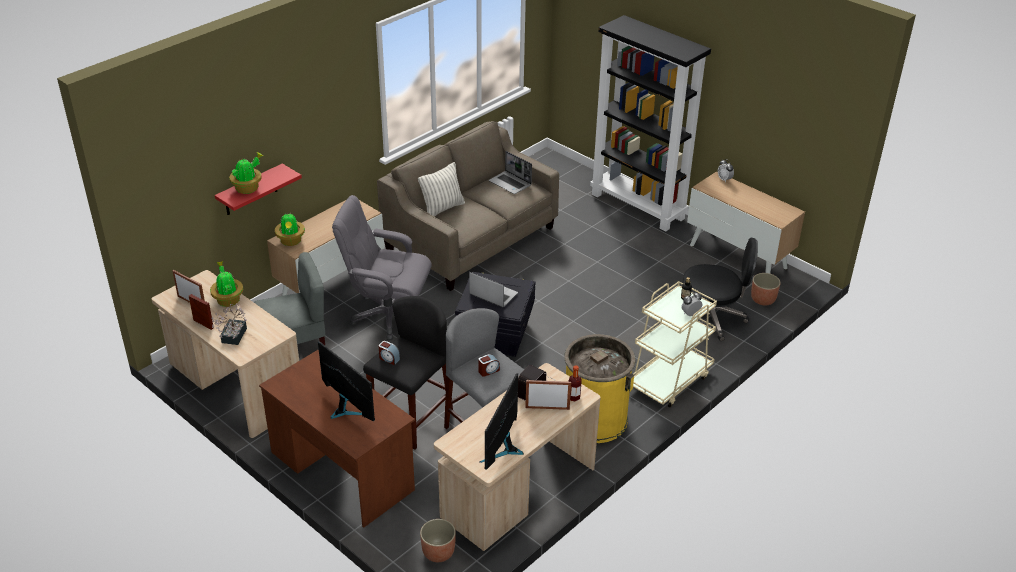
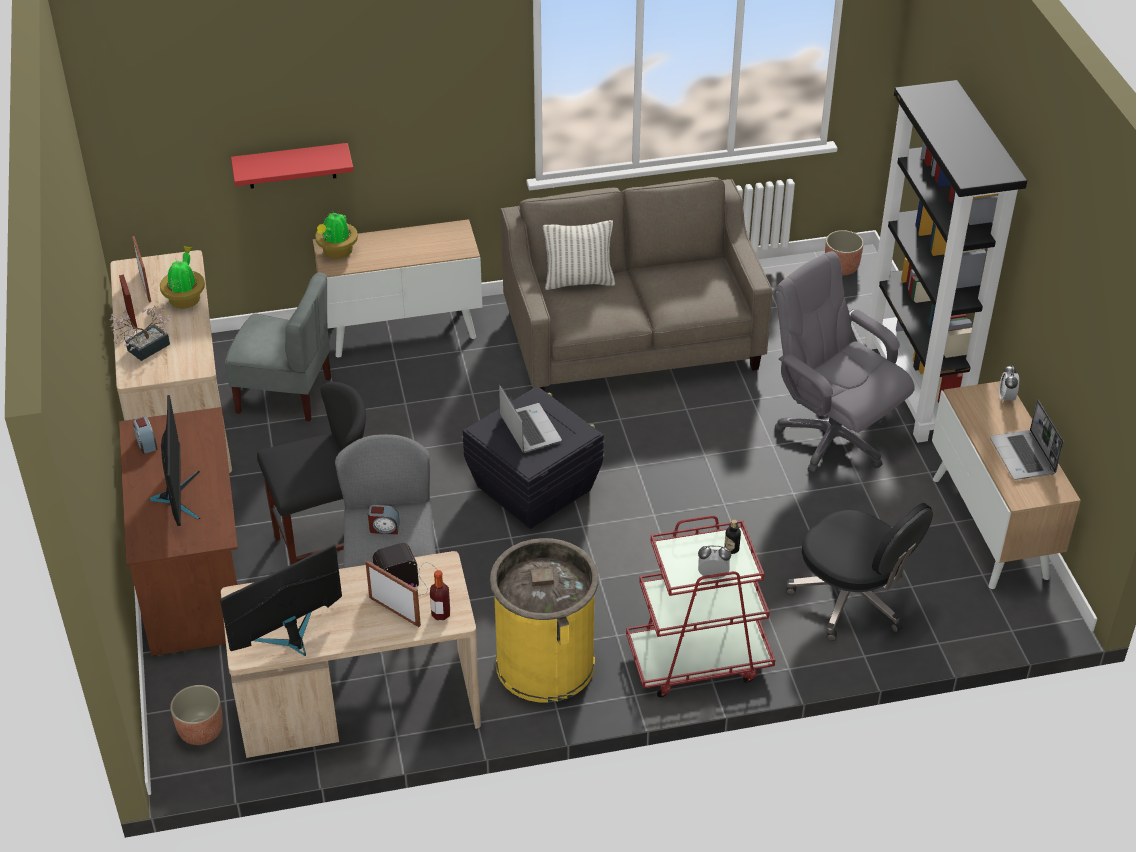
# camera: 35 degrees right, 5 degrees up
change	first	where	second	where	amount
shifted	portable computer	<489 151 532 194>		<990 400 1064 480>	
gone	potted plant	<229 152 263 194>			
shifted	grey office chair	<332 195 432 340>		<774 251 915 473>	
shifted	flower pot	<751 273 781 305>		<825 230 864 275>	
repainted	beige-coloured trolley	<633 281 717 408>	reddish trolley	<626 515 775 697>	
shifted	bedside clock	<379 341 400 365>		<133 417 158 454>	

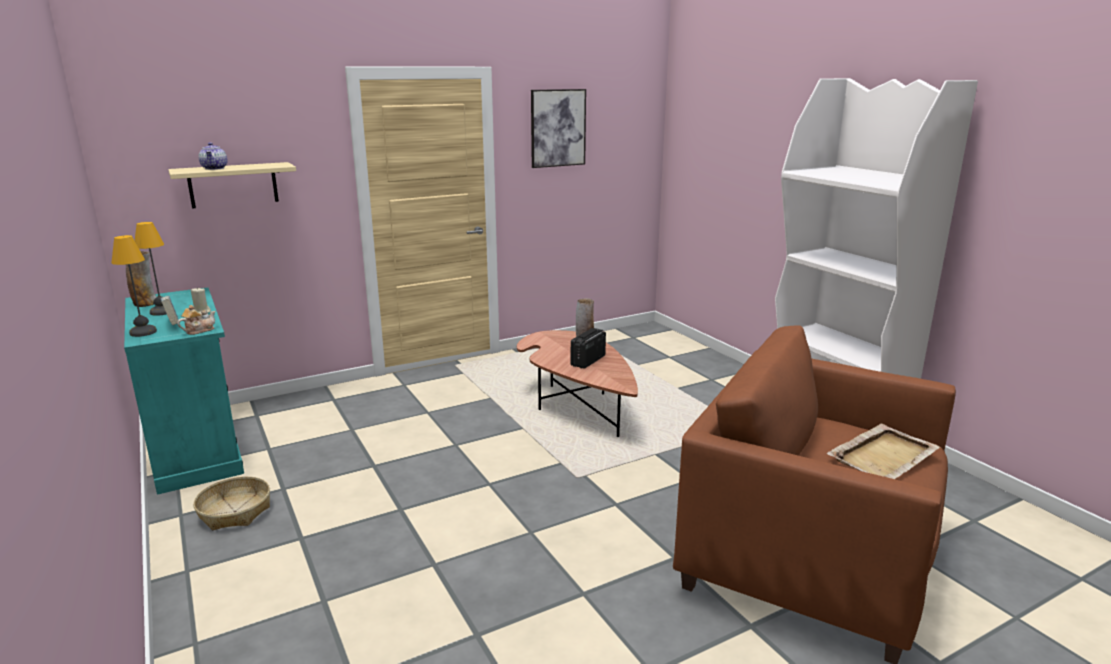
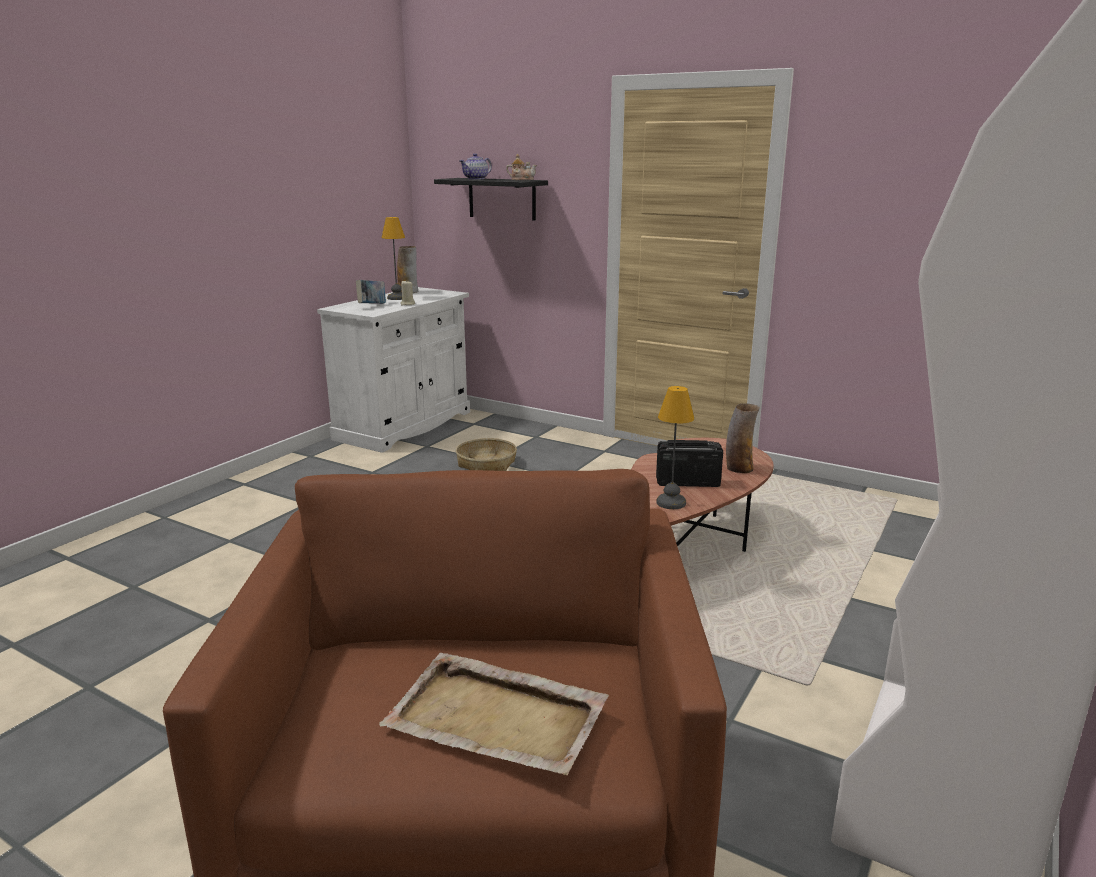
# camera: 60 degrees right, 0 degrees up
change	first	where	second	where	amount
gone	wall art	<531 89 586 168>			
repainted	beige-coloured wall shelf	<168 162 296 209>	blackish wall shelf	<434 178 548 221>	
shifted	tabletop lamp	<111 235 157 337>		<656 386 694 509>	
repainted	blue-green cabinet	<124 287 244 495>	white-coloured cabinet	<317 287 470 453>	
shifted	teapot	<177 305 216 335>		<506 154 537 180>	
shifted	storage basket	<193 476 270 530>		<456 438 517 471>	

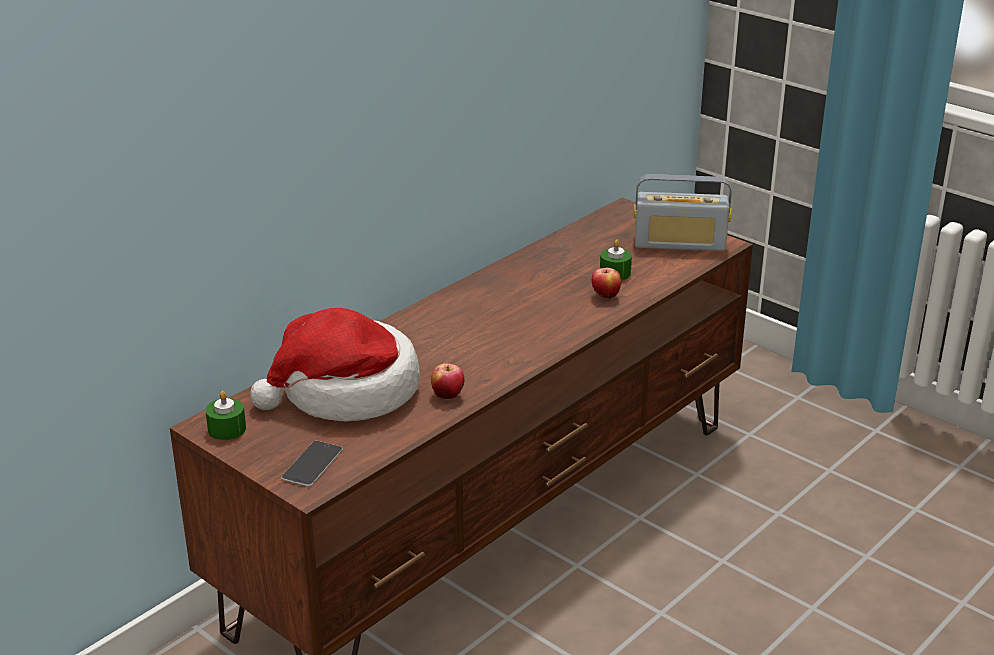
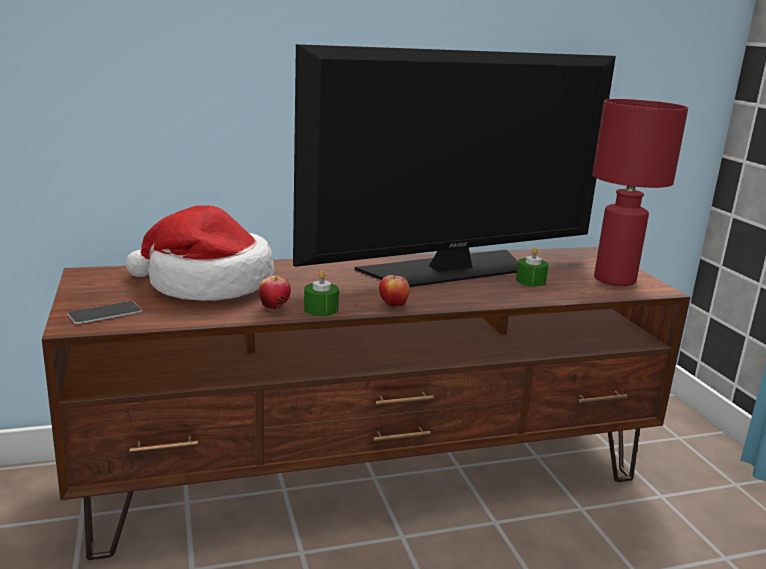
# camera: 30 degrees right, 10 degrees down
change	first	where	second	where	amount
swapped	radio set	<634 174 732 251>	reddish tabletop lamp	<593 99 688 286>	
shifted	apple	<592 268 621 299>		<379 275 410 308>	
shifted	greenish candle	<205 391 246 440>		<304 270 339 316>	
new			television	<293 44 616 287>	

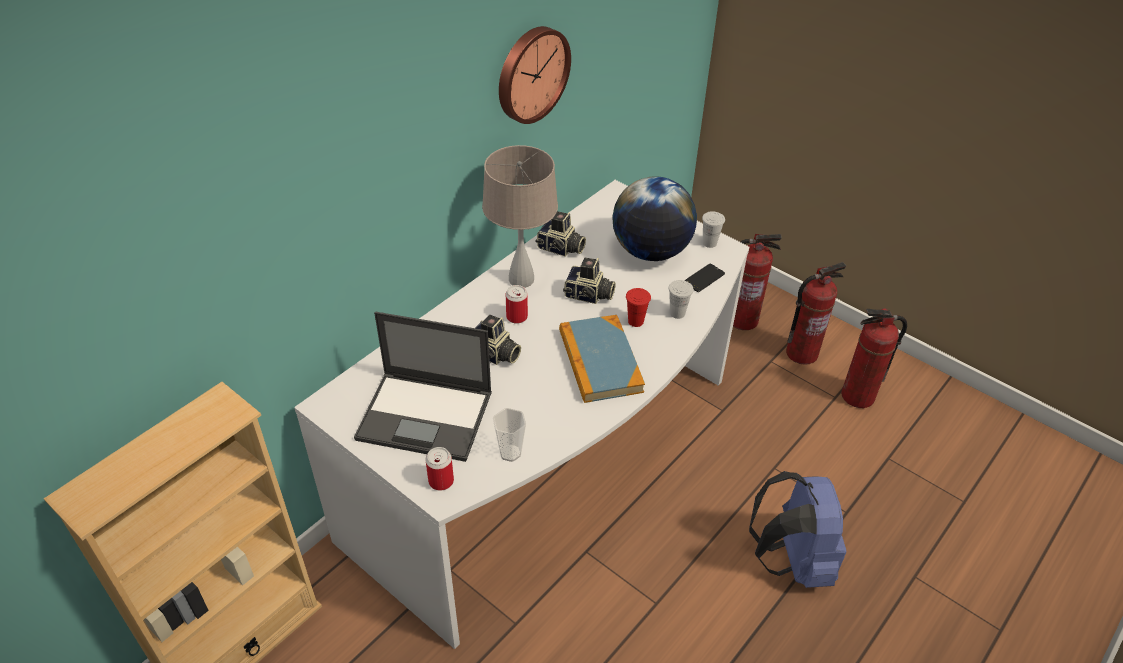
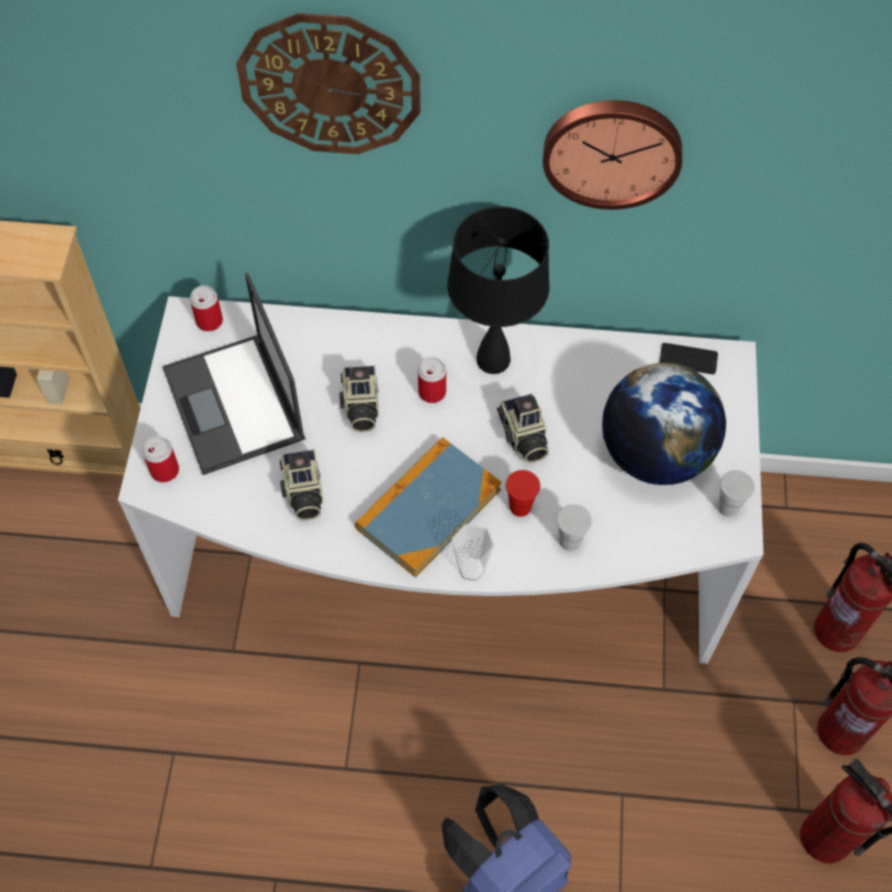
# camera: 55 degrees right, 15 degrees up
change	first	where	second	where	amount
repainted	beige-coloured tabletop lamp	<482 145 558 288>	blackish tabletop lamp	<447 206 550 374>	
shifted	still camera	<535 211 586 257>		<280 449 323 521>	
shifted	telephone	<684 264 725 292>		<659 343 718 375>	
shifted	drinking cup	<493 408 526 462>		<452 524 494 581>	
new			wall clock	<236 13 420 154>	
new			sealed can	<190 285 223 331>	

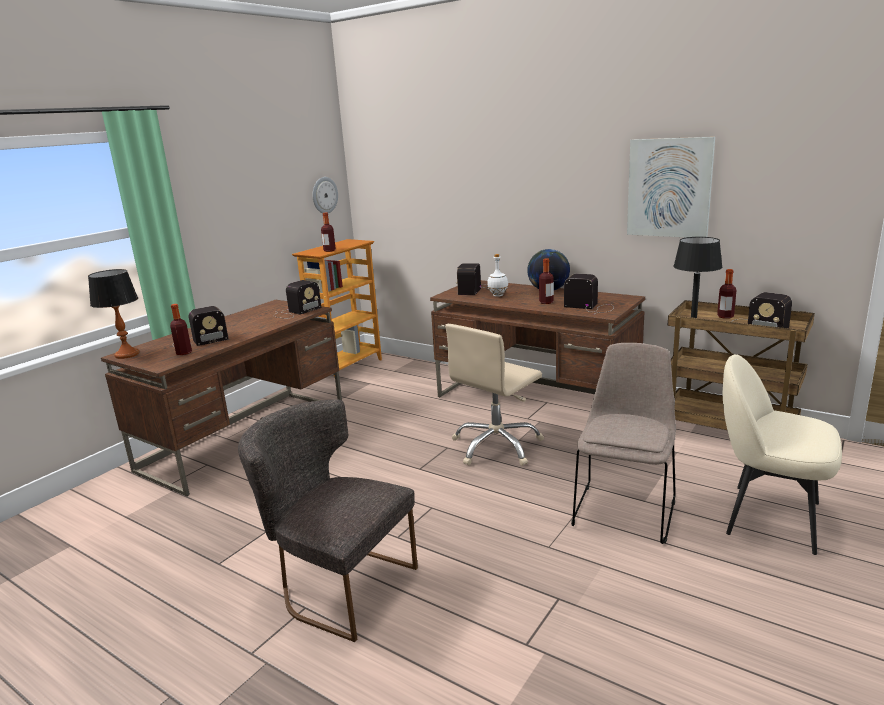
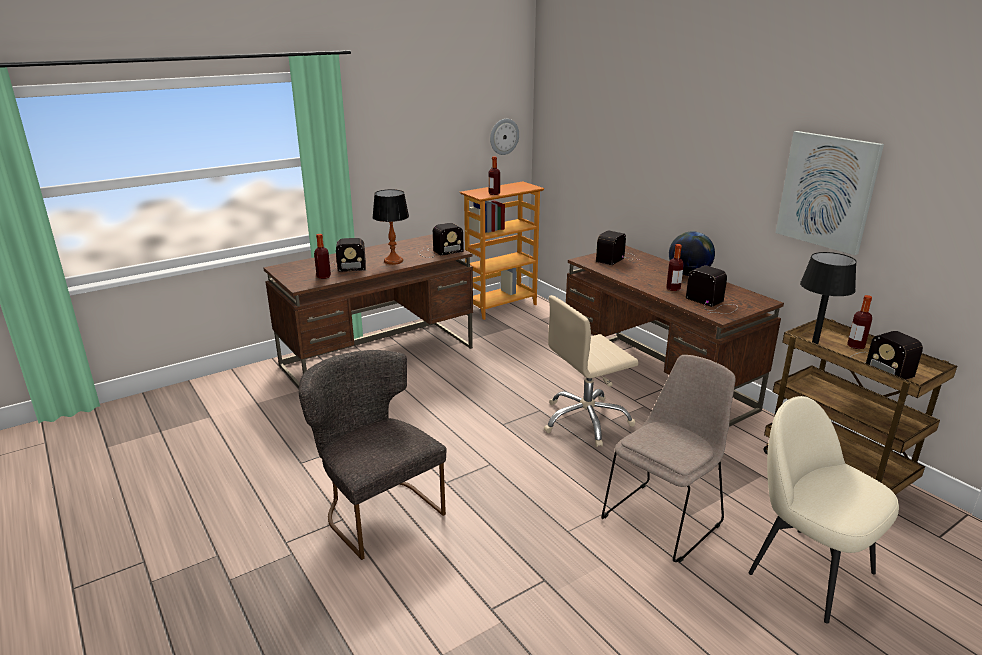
# camera: 20 degrees right, 5 degrees up
change	first	where	second	where	amount
gone	white-coloured bottle	<487 254 508 297>			
shifted	tabletop lamp	<88 269 139 359>		<372 189 409 265>	

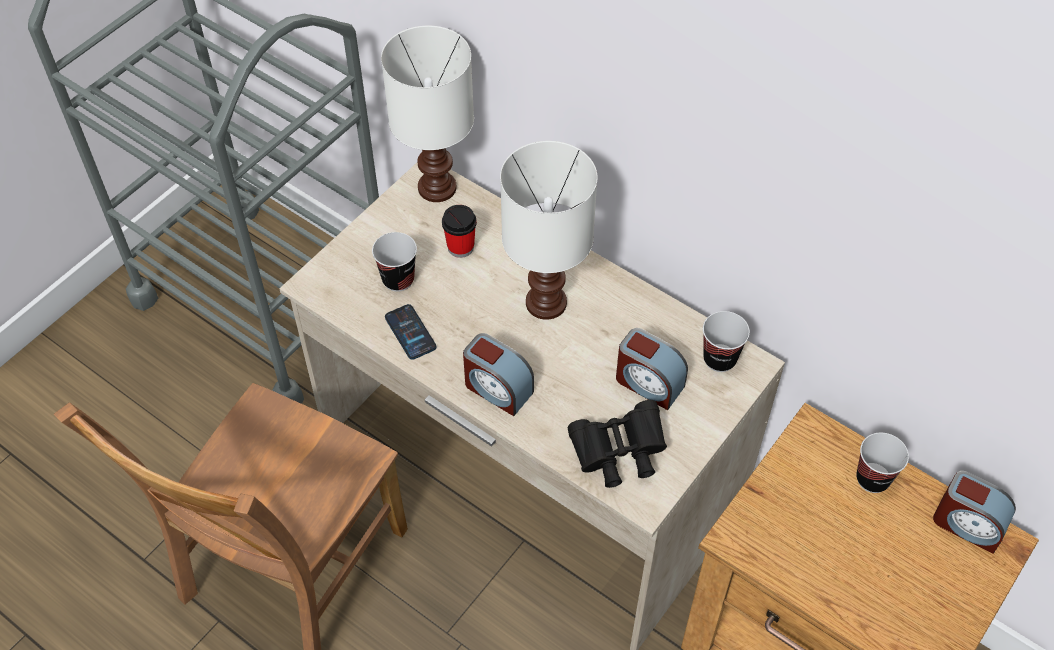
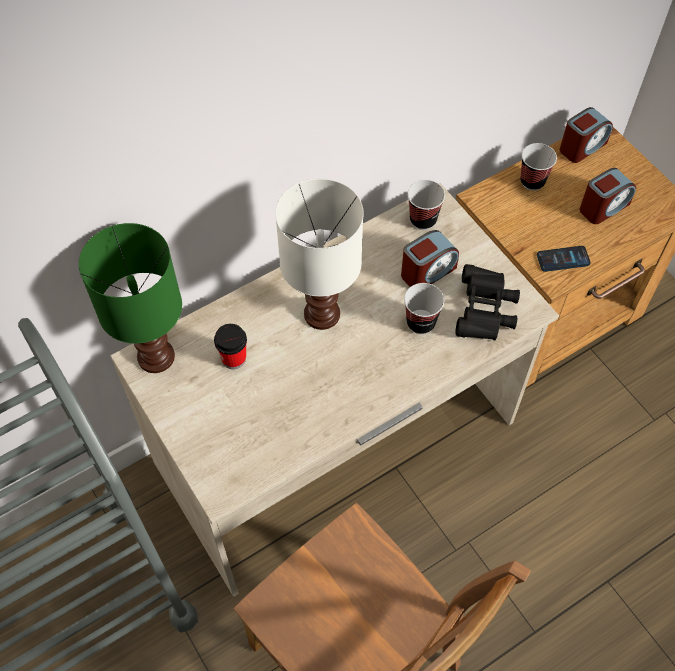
# camera: 70 degrees left, 5 degrees up
change	first	where	second	where	amount
repainted	white-coloured tabletop lamp	<381 26 474 202>	greenish tabletop lamp	<79 223 182 373>	
shifted	drinking cup	<372 232 417 292>		<404 283 444 334>	
shifted	telephone	<385 304 436 360>		<537 246 590 272>	
shifted	bedside clock	<463 333 534 416>		<580 168 636 224>	

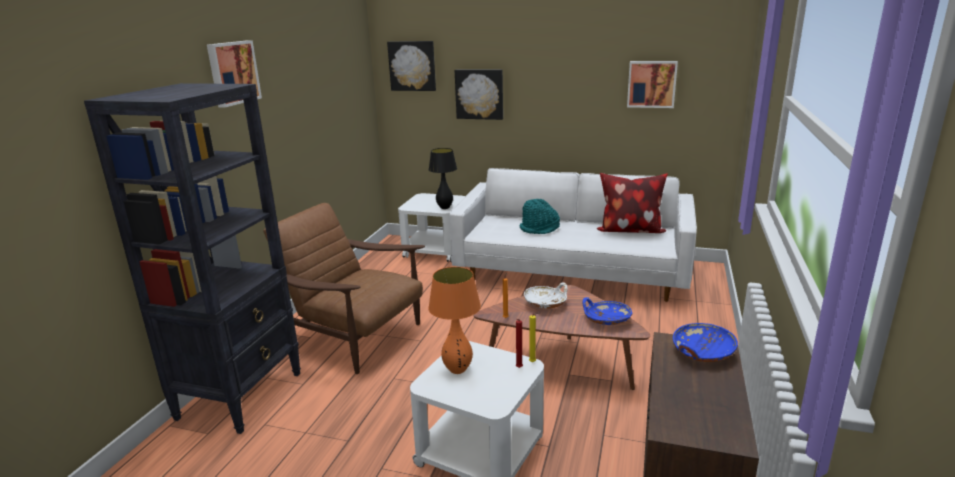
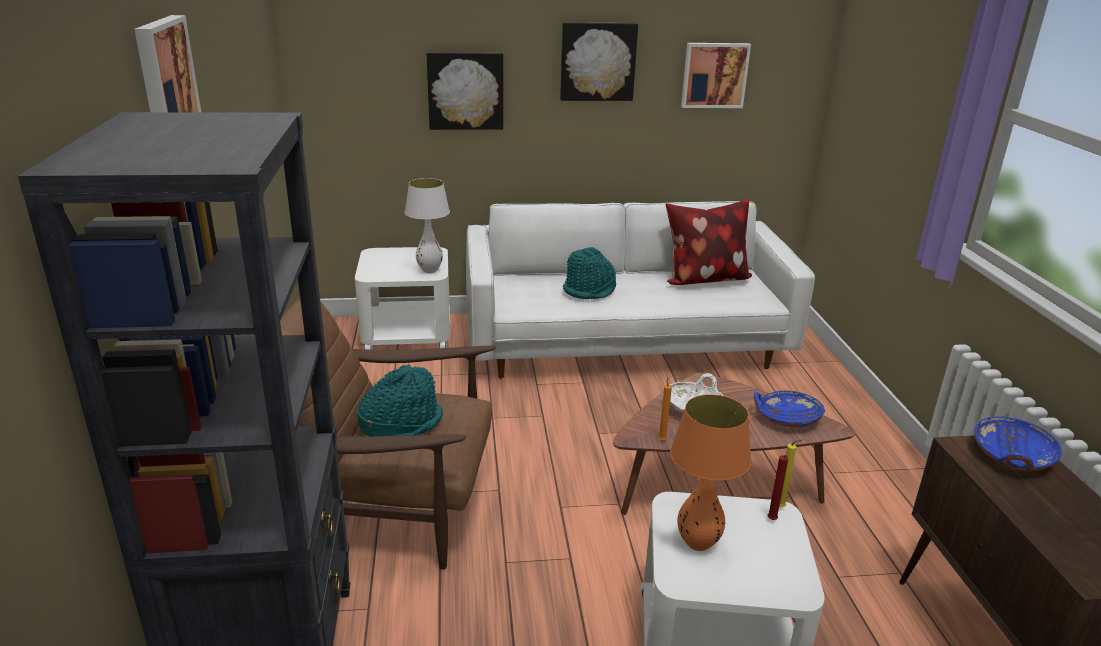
# camera: 25 degrees left, 5 degrees up
change	first	where	second	where	amount
shifted	wall art	<387 41 436 91>		<560 22 638 101>	
repainted	blackish tabletop lamp	<429 148 457 209>	white-coloured tabletop lamp	<405 178 450 273>	
new			blue-green hat	<357 364 443 436>	

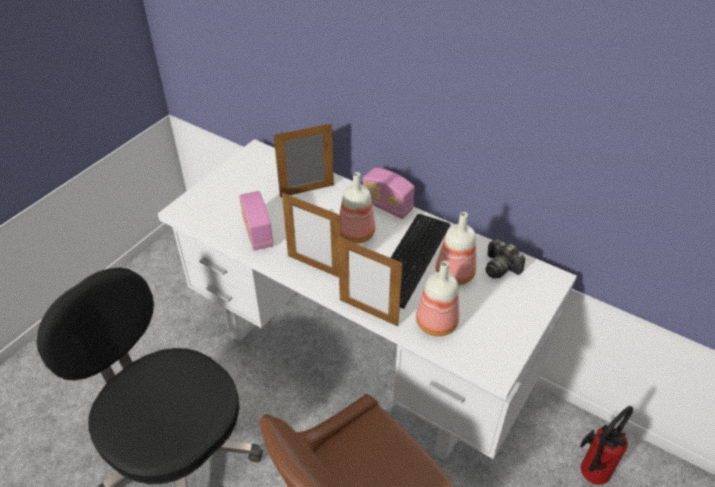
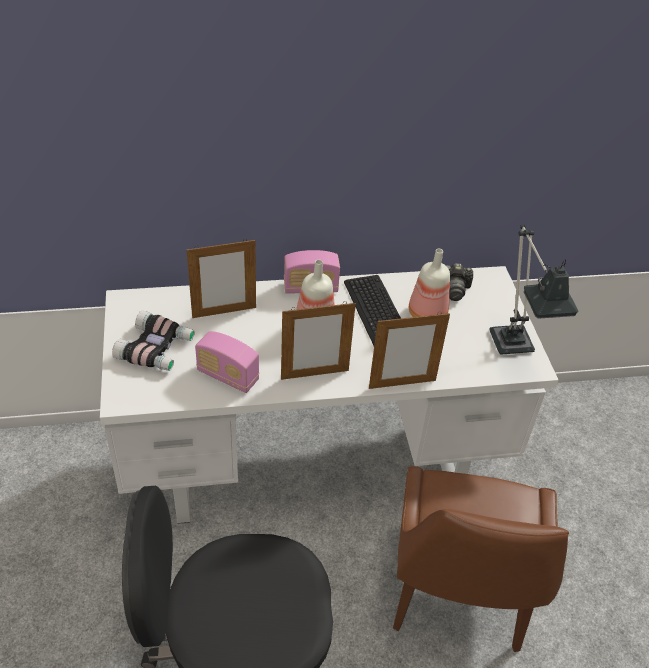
# camera: 45 degrees left, 0 degrees up
change	first	where	second	where	amount
rotated	photo frame	<274 123 334 197>		<187 239 256 318>	135 degrees counterclockwise
gone	bottle	<416 261 459 336>			
gone	fire-fighting cylinder	<580 406 633 485>			
new			tabletop lamp	<489 225 578 355>	
new			pair of binoculars	<112 310 195 371>	

